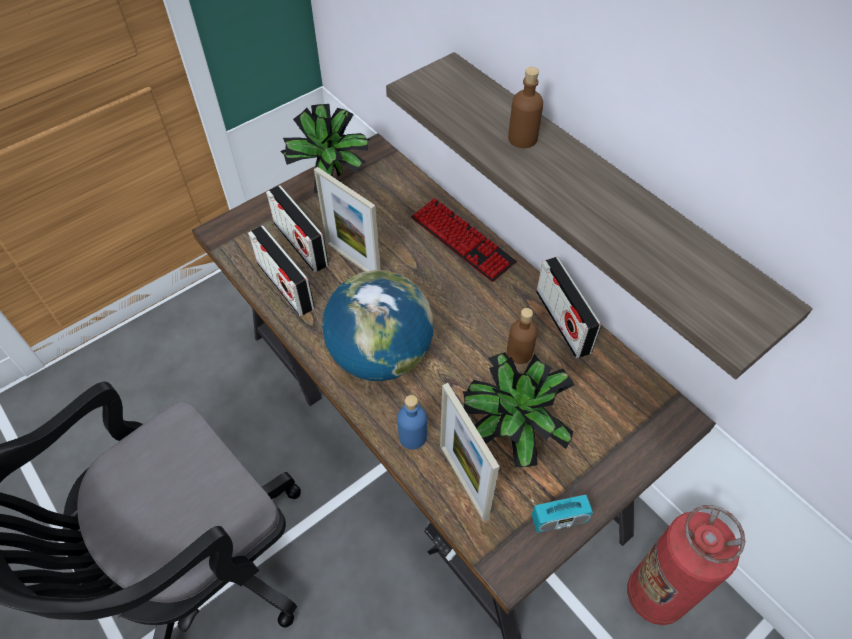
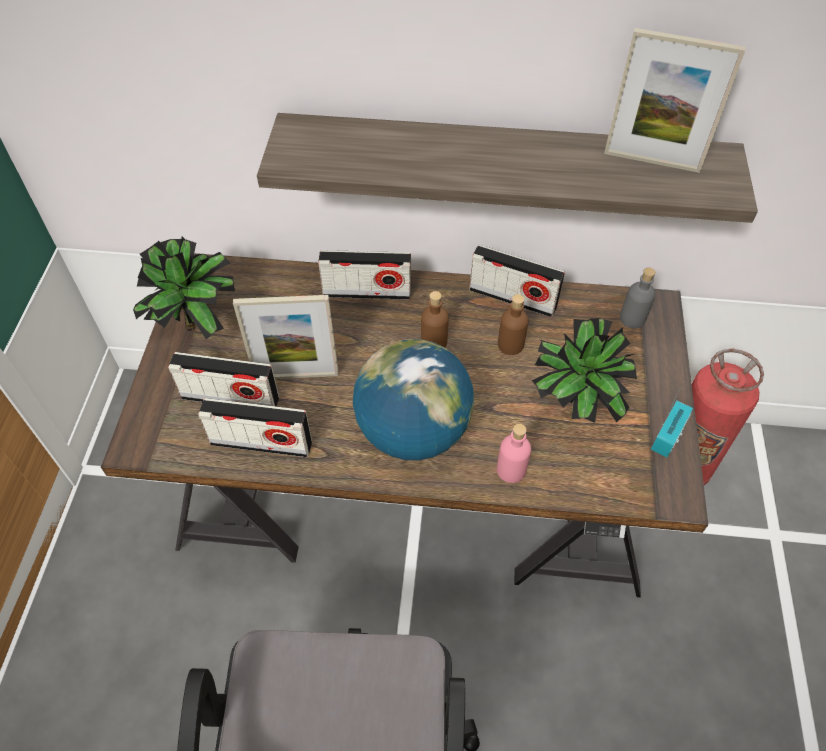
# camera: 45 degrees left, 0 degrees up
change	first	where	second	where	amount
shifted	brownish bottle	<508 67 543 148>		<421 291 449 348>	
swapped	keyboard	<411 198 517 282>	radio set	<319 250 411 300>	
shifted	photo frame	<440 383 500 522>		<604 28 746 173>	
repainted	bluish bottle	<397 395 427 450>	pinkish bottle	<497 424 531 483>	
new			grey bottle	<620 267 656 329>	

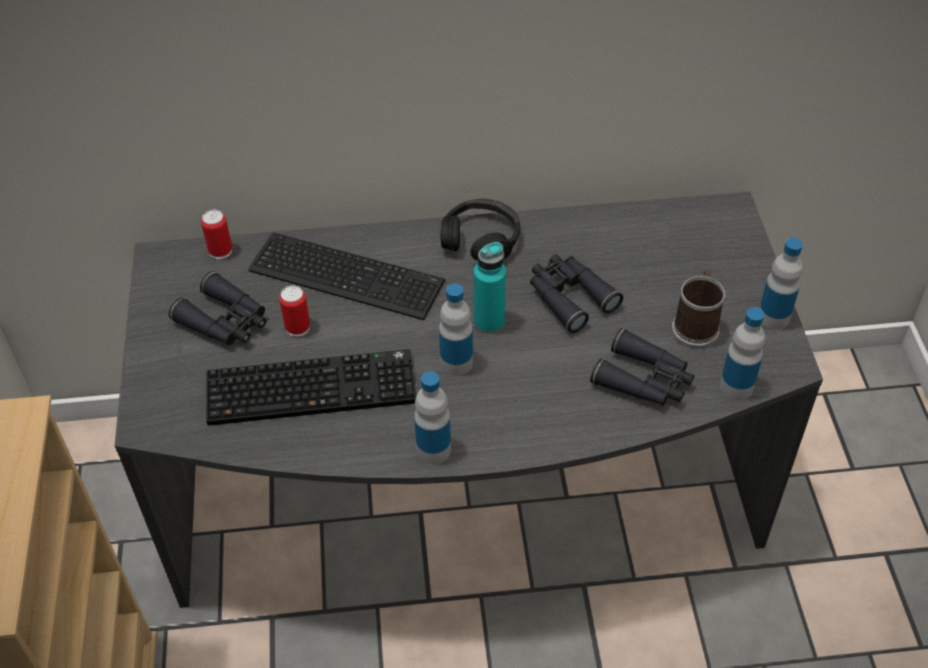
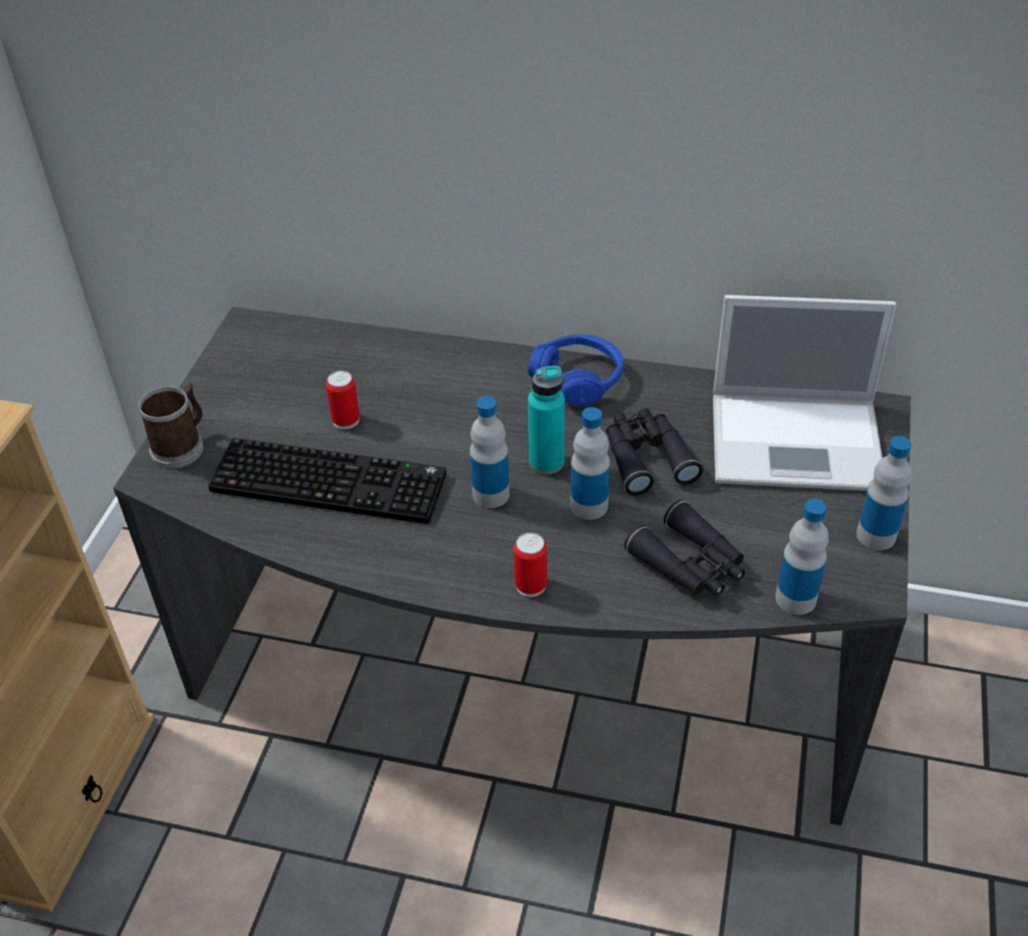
# camera: 20 degrees right, 5 degrees down
change	first	where	second	where	amount
repainted	blackish pair of headphones	<440 199 520 260>	bluish pair of headphones	<528 334 624 407>	
shifted	sealed can	<201 210 232 259>		<514 533 547 597>	
gone	keyboard	<249 233 445 320>			
shifted	mug	<671 269 726 349>		<138 383 204 469>	
gone	blackish pair of binoculars	<169 271 266 345>			
shifted	bottle	<414 371 451 464>		<571 407 610 520>	
new			portable computer	<713 295 896 491>	

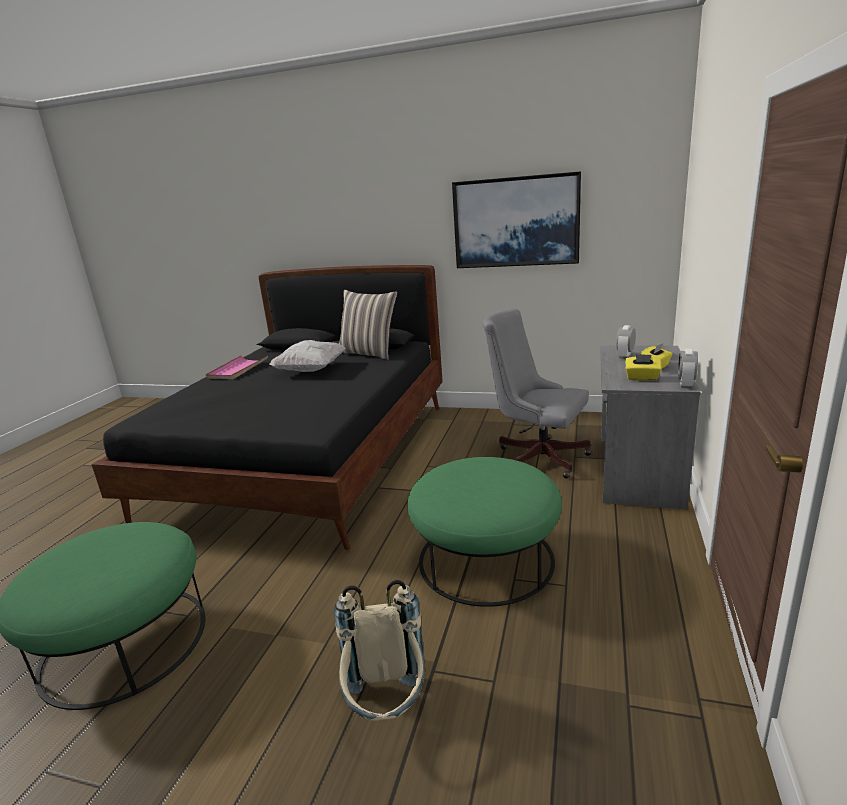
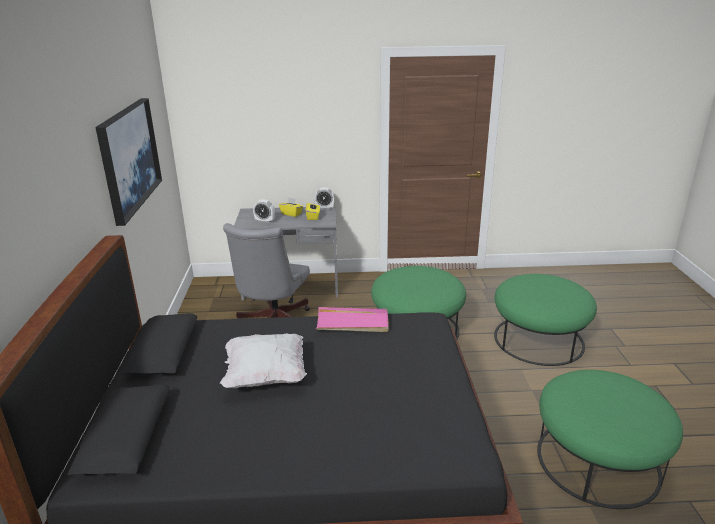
# camera: 110 degrees left, 5 degrees up
change	first	where	second	where	amount
gone	pillow	<339 290 398 360>			
shifted	pinkish tray	<206 355 268 380>		<316 307 389 332>	
swapped	beige-coloured rucksack	<334 580 425 721>	greenish ottoman	<494 274 597 366>	

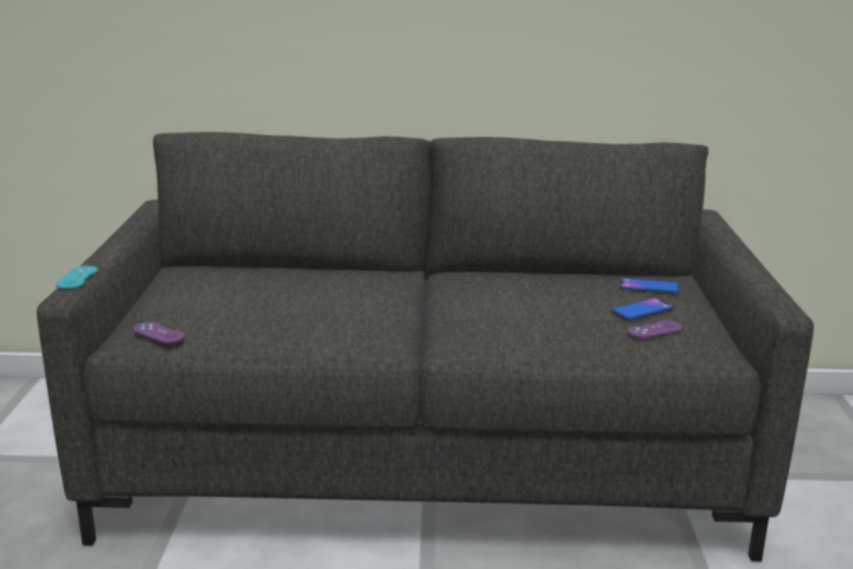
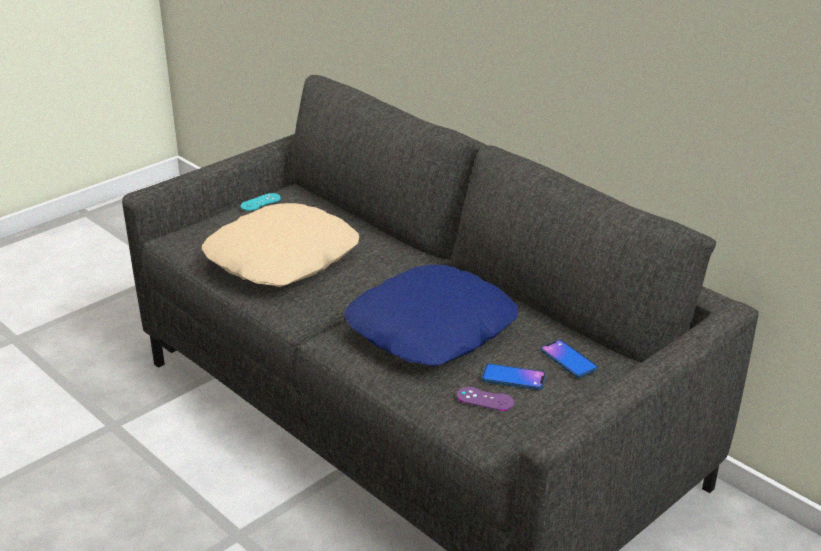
# camera: 45 degrees right, 10 degrees up
change	first	where	second	where	amount
shifted	blue-green gamepad	<56 266 98 289>		<241 193 281 211>	
gone	purple gamepad	<133 322 185 343>			
new			beige-coloured pillow	<202 203 359 287>	
new			bluish pillow	<344 265 518 367>	

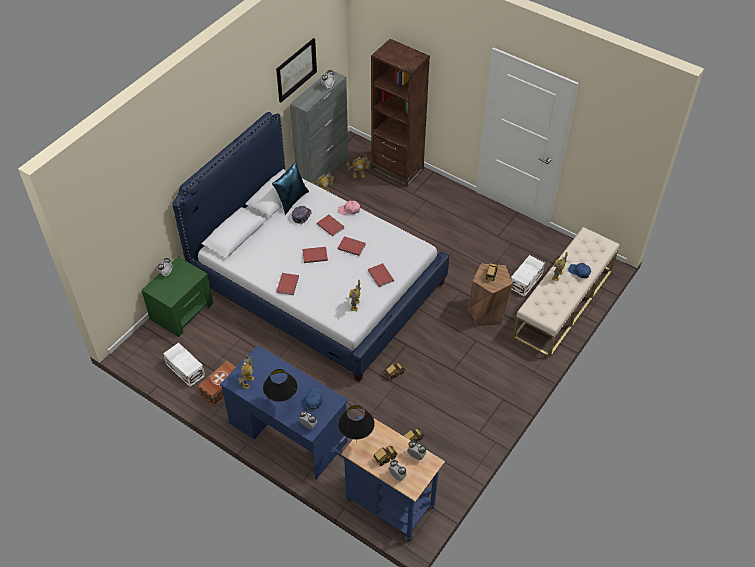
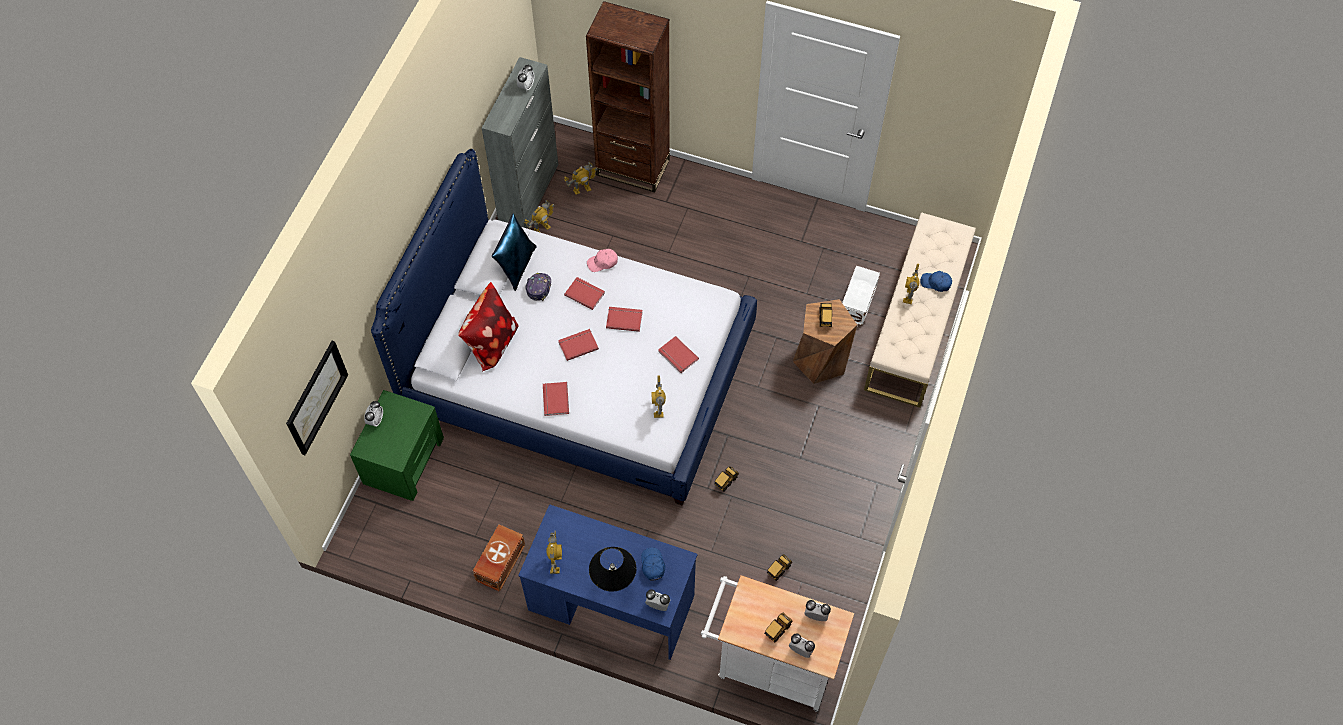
# camera: 15 degrees left, 10 degrees up
change	first	where	second	where	amount
shifted	wall art	<276 38 317 102>		<286 341 348 455>	
gone	white-coloured storage container	<163 343 205 387>			
gone	blackish tabletop lamp	<338 405 375 439>			
repainted	bluish trolley	<331 416 445 541>	white-coloured trolley	<701 575 854 712>	
new			pillow	<458 282 518 372>	

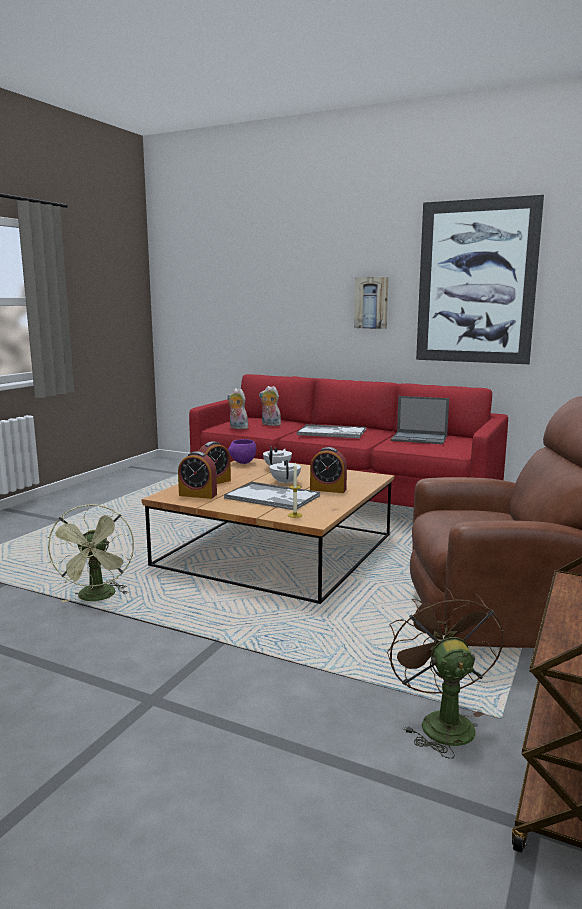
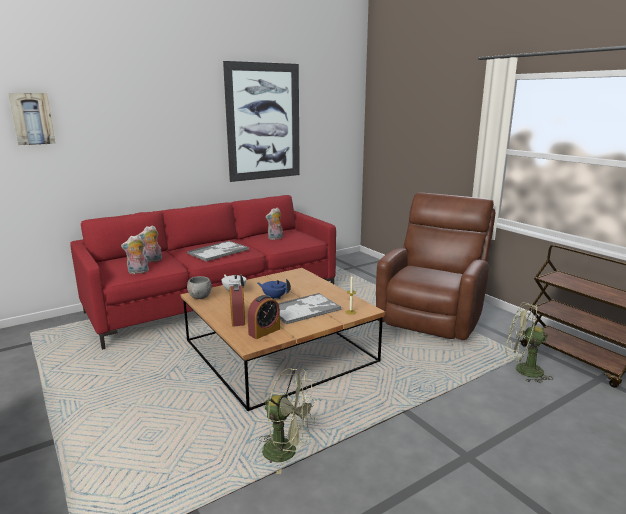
# camera: 60 degrees left, 5 degrees up
change	first	where	second	where	amount
shifted	wall art	<354 277 388 329>		<8 93 55 145>	
swapped	portable computer	<391 396 449 444>	cuddly toy	<265 208 283 240>	
repainted	purple serving bowl	<228 439 256 464>	grey serving bowl	<187 276 212 299>	
gone	bedside clock	<310 447 347 493>			
repainted	white-coloured teapot	<270 460 301 485>	bluish teapot	<257 279 291 299>	
repainted	brownish fan	<387 588 504 759>	greenish fan	<506 302 553 383>	

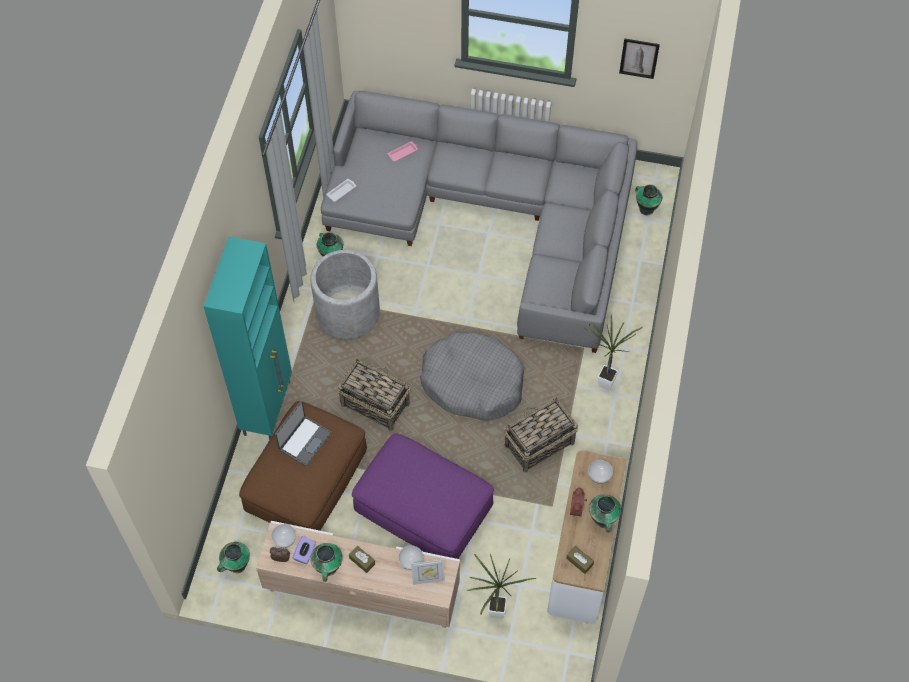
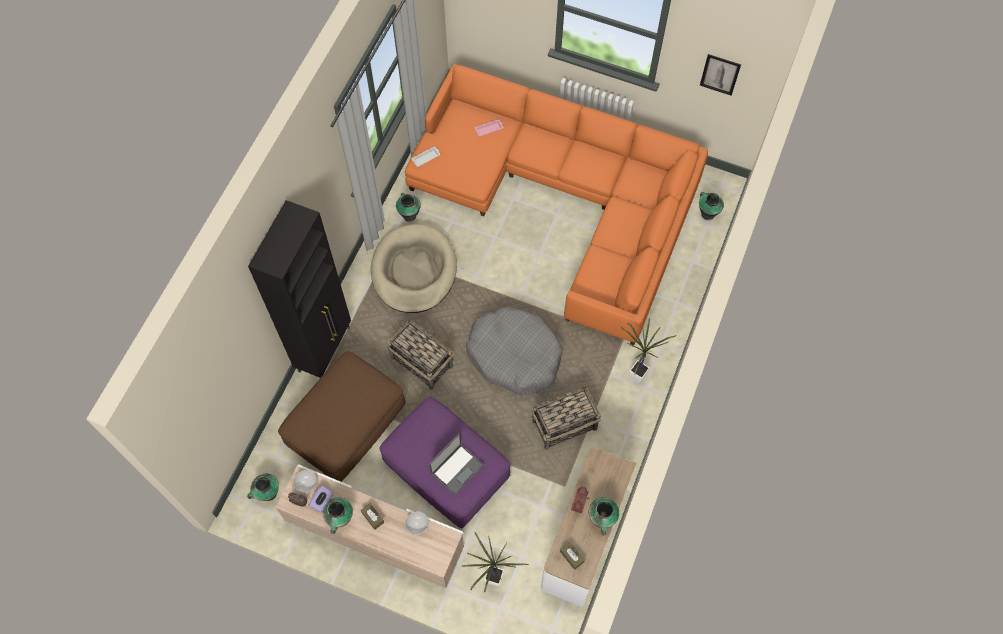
# camera: 10 degrees right, 5 degrees up
change	first	where	second	where	amount
repainted	grey couch	<321 91 637 353>	orangey couch	<405 64 708 345>	
repainted	blue-green cabinet	<203 237 292 440>	blackish cabinet	<248 200 351 378>	
swapped	grey flower pot	<311 250 380 339>	beige-coloured pet bed	<371 224 457 313>	
shifted	portable computer	<275 401 332 466>		<429 433 484 495>	
gone	serving bowl	<588 460 613 484>			
gone	photo frame	<411 560 445 585>			

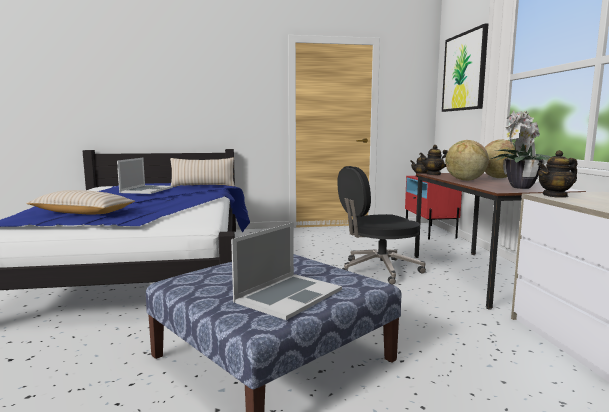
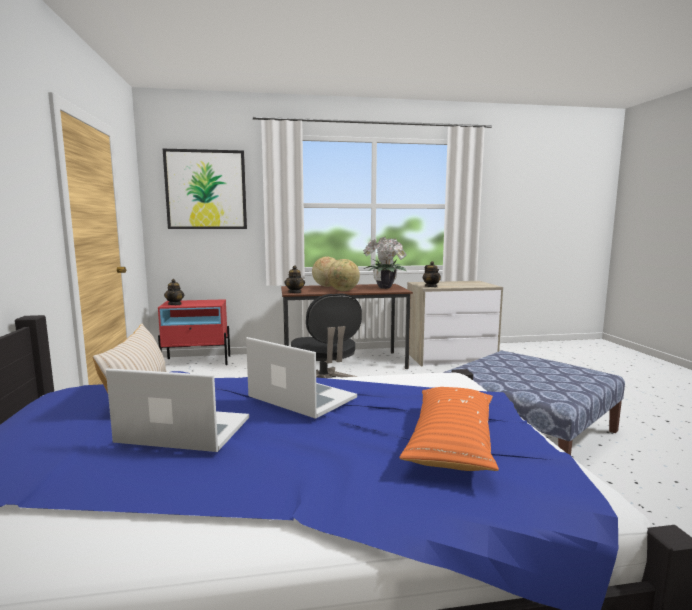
# camera: 90 degrees left, 0 degrees up
change	first	where	second	where	amount
repainted	beige-coloured pillow	<26 190 135 214>	orangey pillow	<399 387 499 471>	
shifted	portable computer	<231 223 342 320>		<246 337 357 419>	

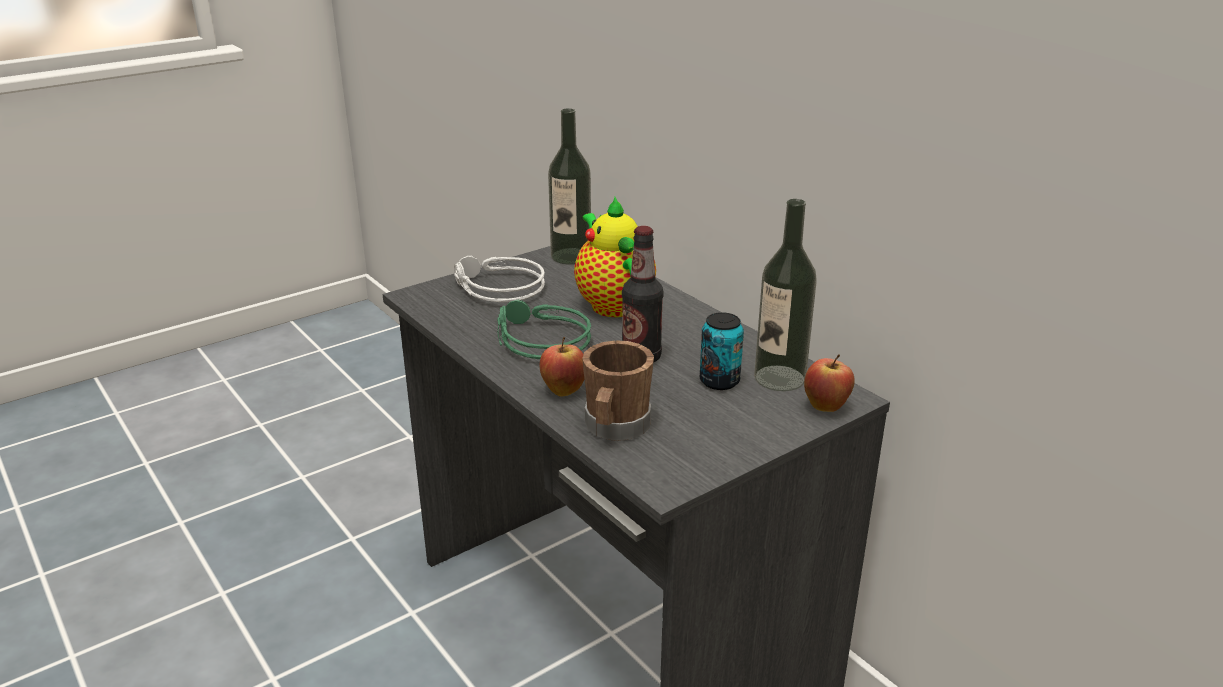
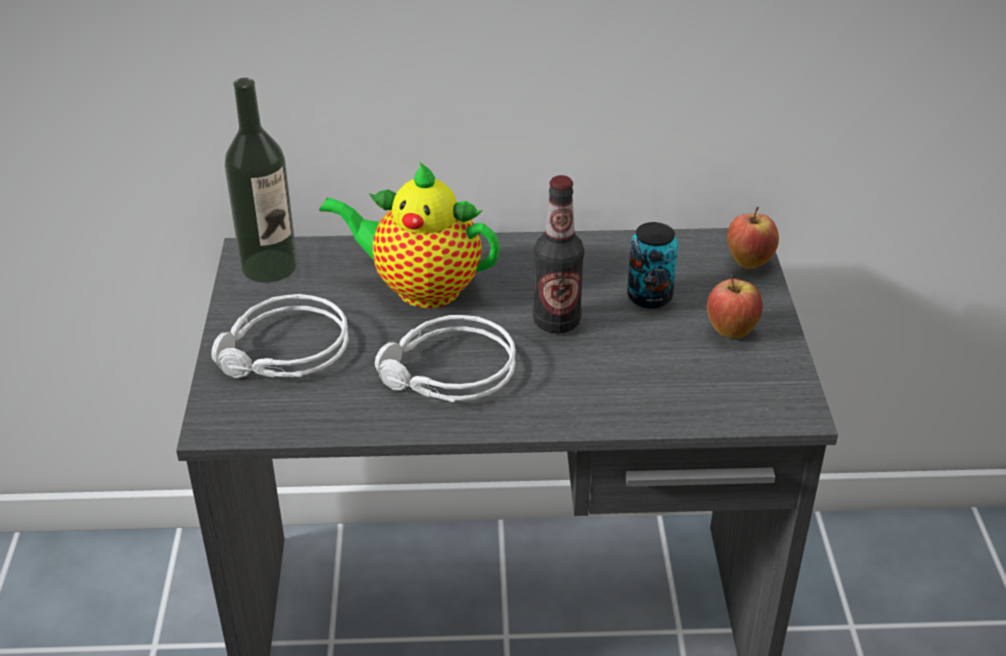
# camera: 55 degrees left, 10 degrees up
change	first	where	second	where	amount
gone	bottle	<754 199 817 391>			
repainted	greenish pair of headphones	<497 299 591 359>	grey pair of headphones	<375 315 516 403>	
shifted	apple	<540 337 585 397>		<707 275 763 338>	
gone	brownish mug	<582 340 654 441>			

